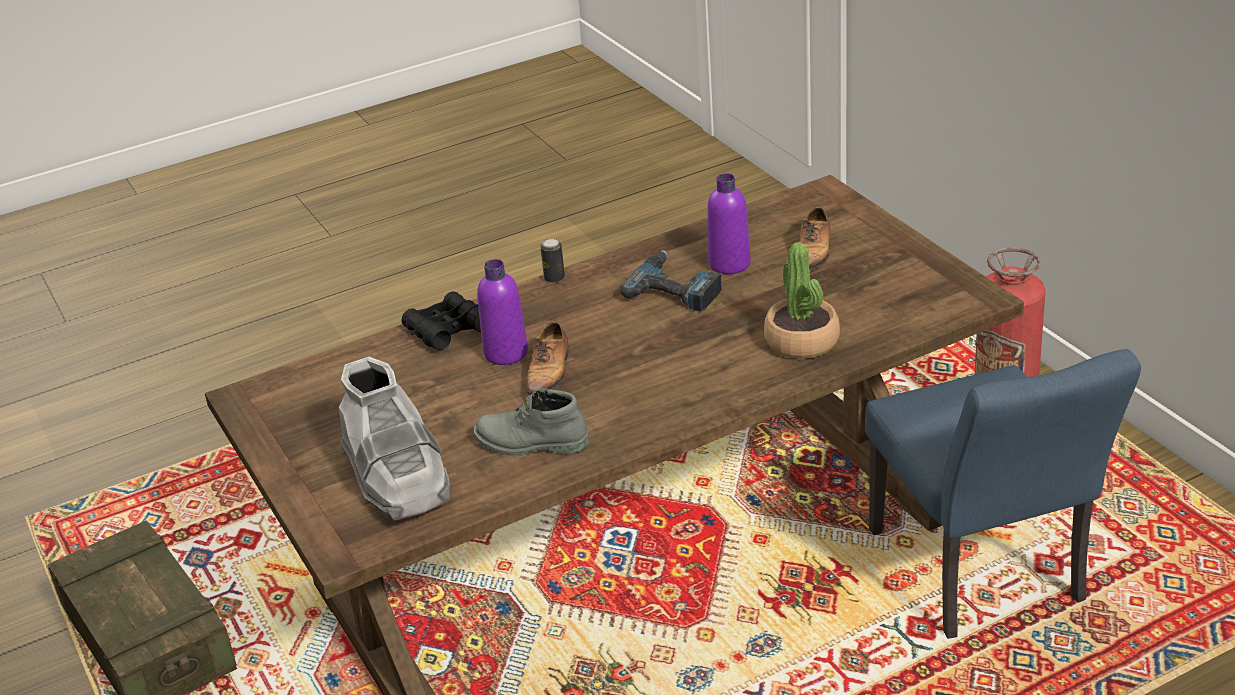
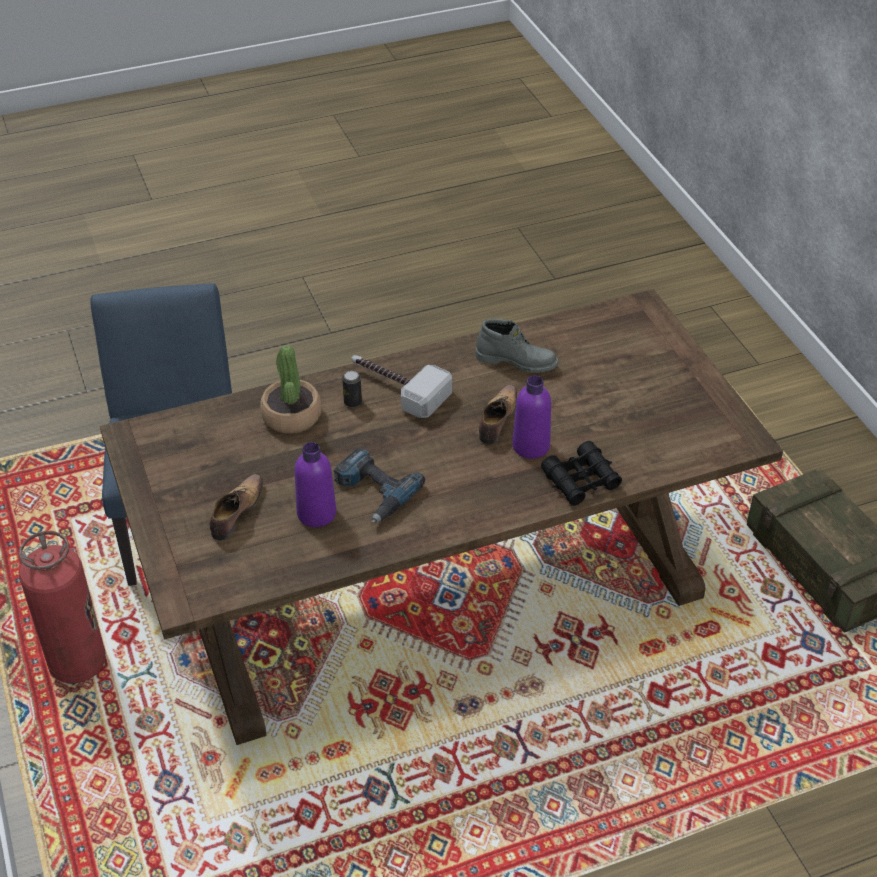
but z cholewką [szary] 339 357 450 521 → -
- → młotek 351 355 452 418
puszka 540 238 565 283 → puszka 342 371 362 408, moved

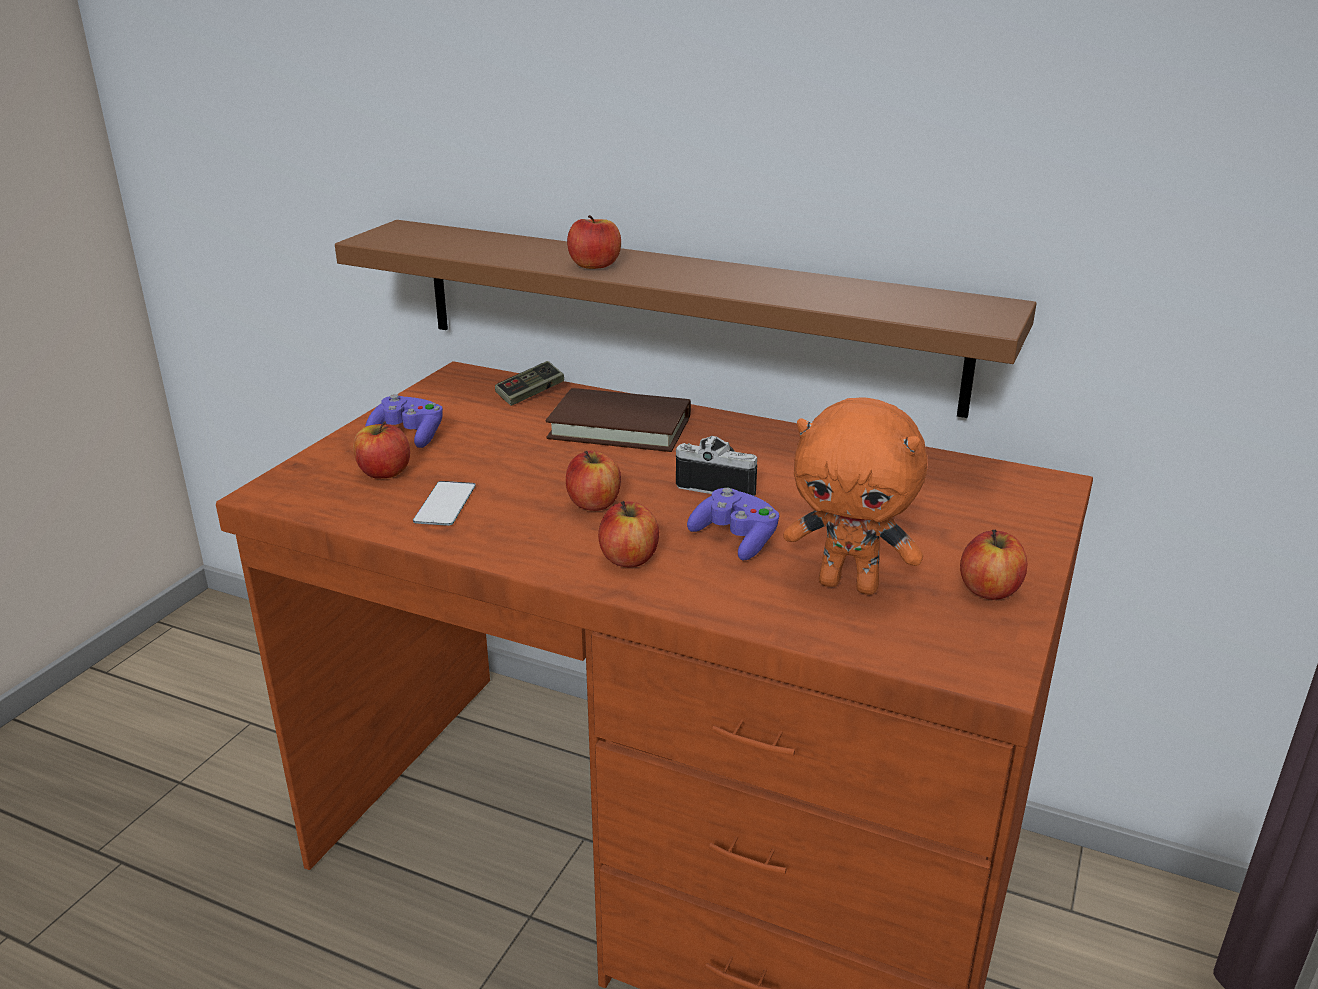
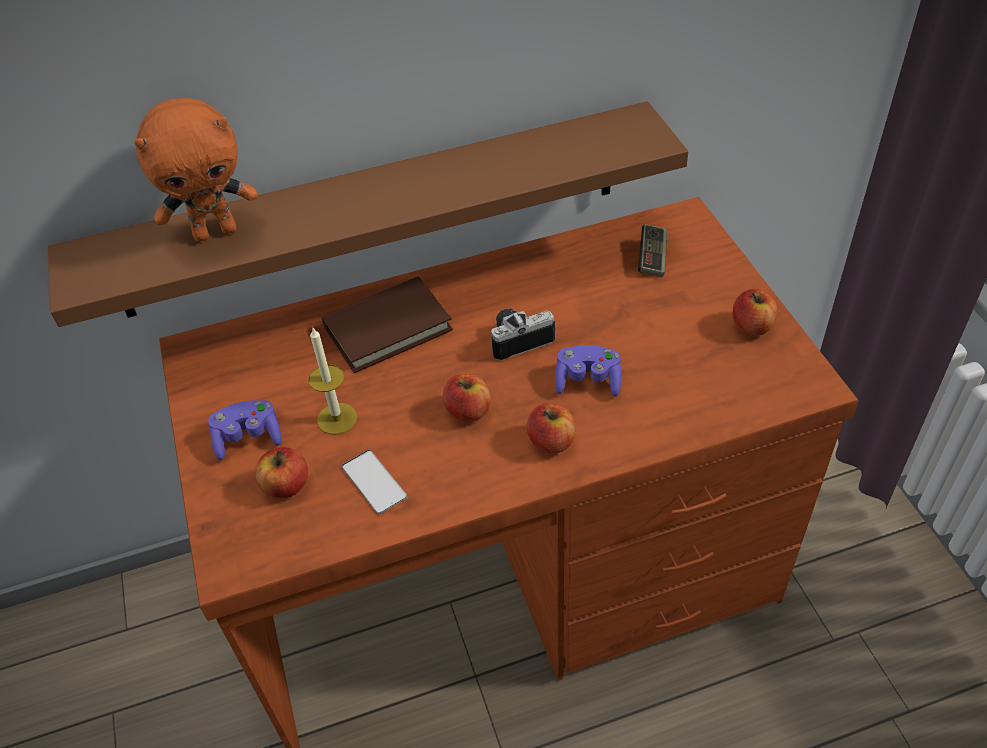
jabłko 567 215 621 269 → -
- → świeca 308 328 357 435
pad do gier 495 361 564 406 → pad do gier 638 224 667 277, moved
pluszak [pomarańczowy] 783 397 927 595 → pluszak [pomarańczowy] 134 98 257 242, moved

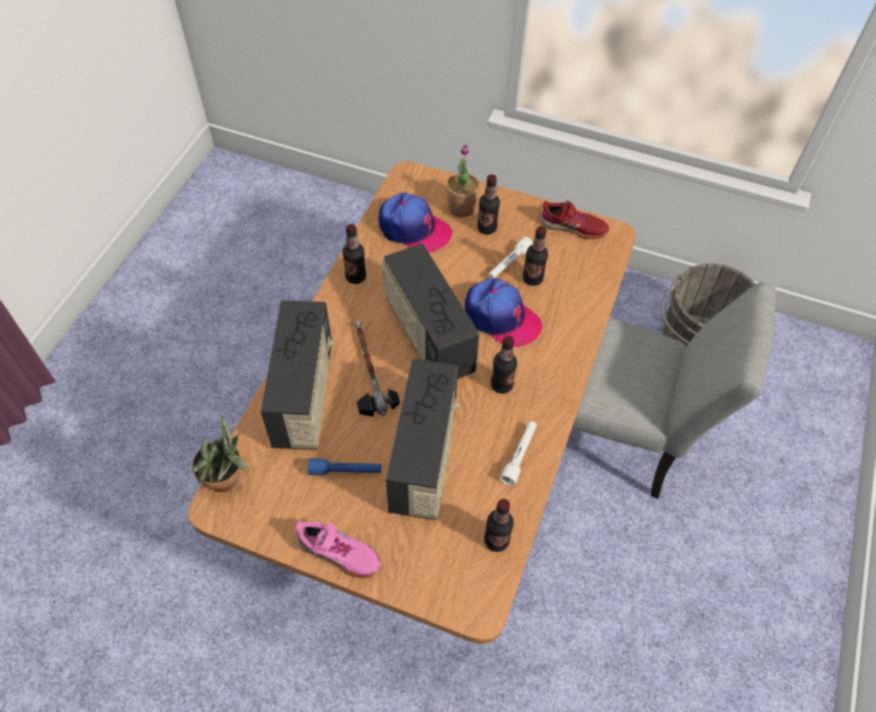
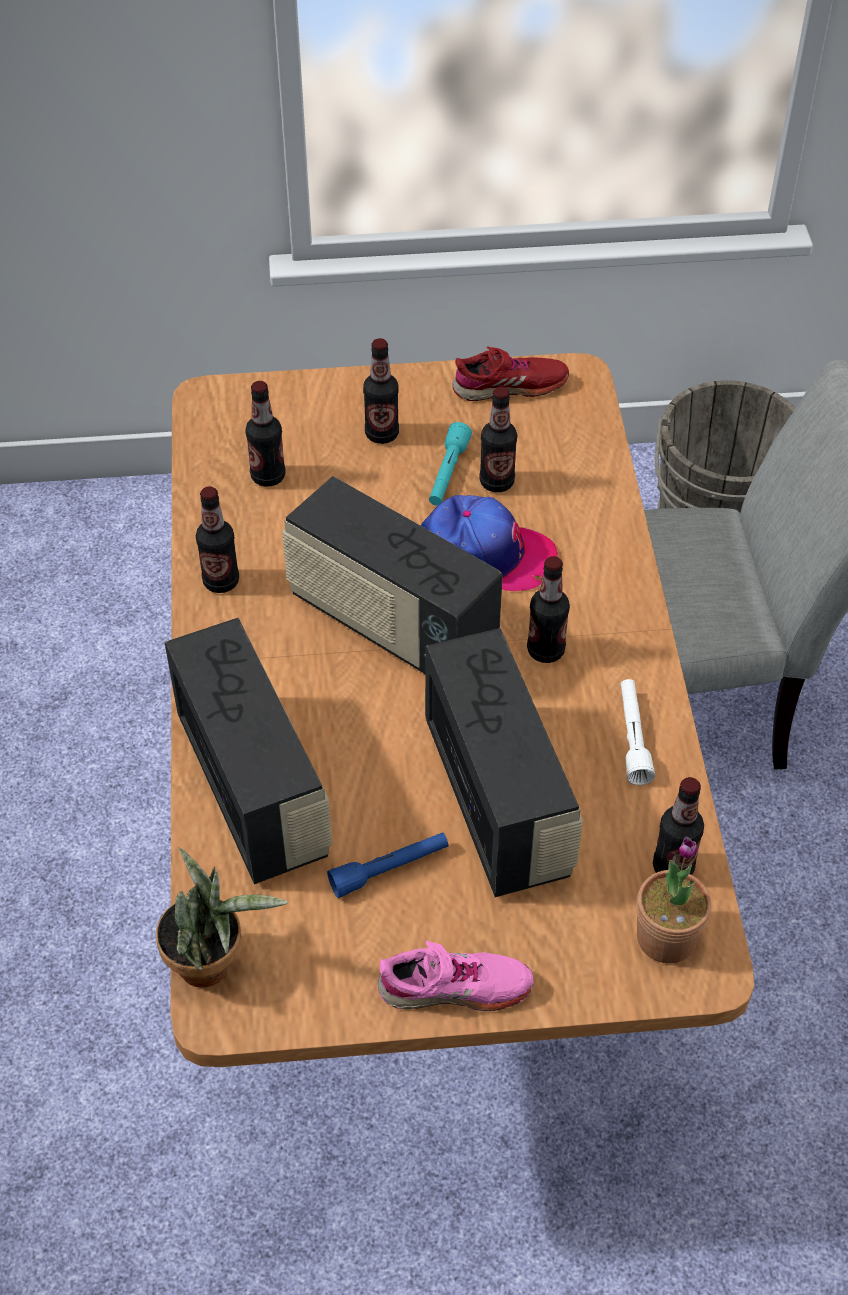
młotek 354 321 400 417 → -
roślina doniczkowa 446 144 480 217 → roślina doniczkowa 637 837 711 963, moved
czapka z daszkiem 379 193 452 252 → butelka 245 381 285 487
latarka [biały] 488 237 533 279 → latarka [turkusowy] 429 422 472 506

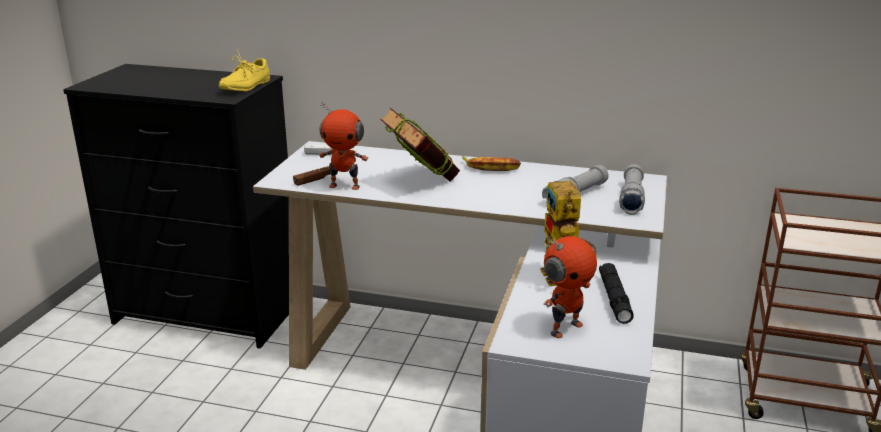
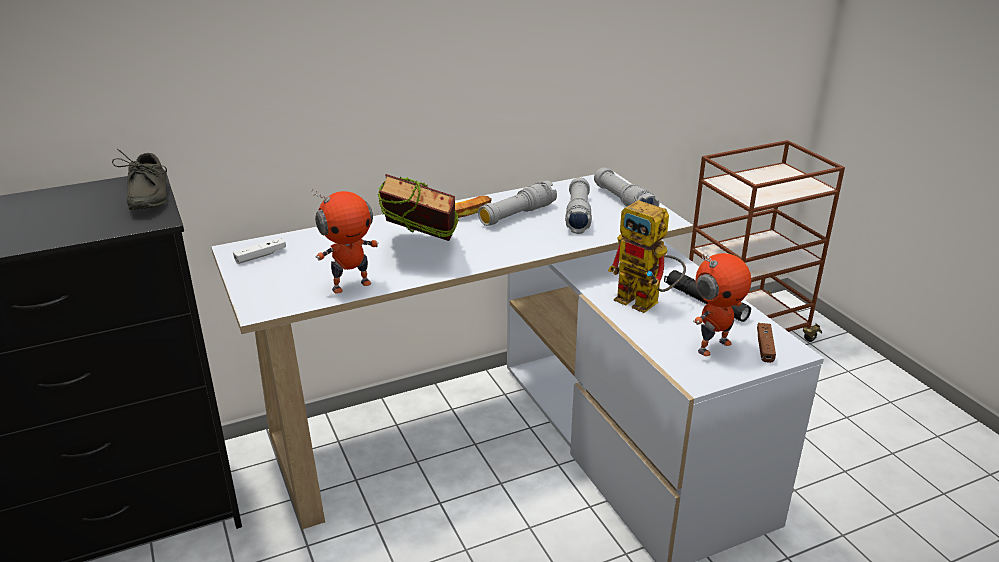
- → latarka [szary] 478 181 557 226
pad do gier [brązowy] 293 166 330 186 → pad do gier [brązowy] 757 323 776 363, moved
but [żółty] 219 50 270 91 → but [szary] 112 149 167 210
robot zabawkowy 544 236 597 338 → robot zabawkowy 693 253 751 356, 45 degrees clockwise

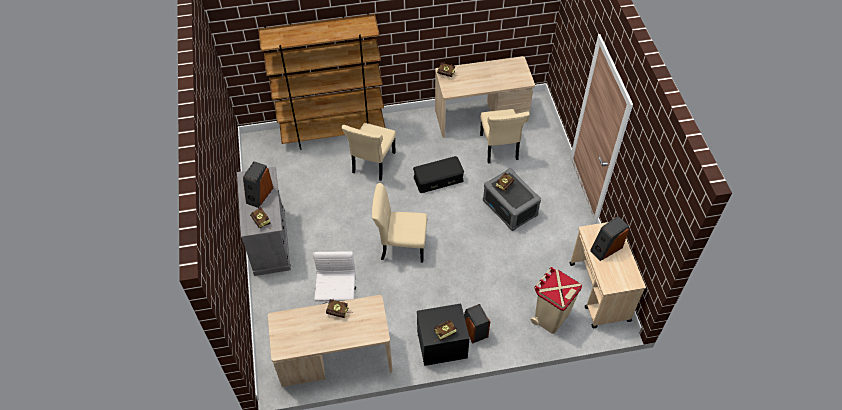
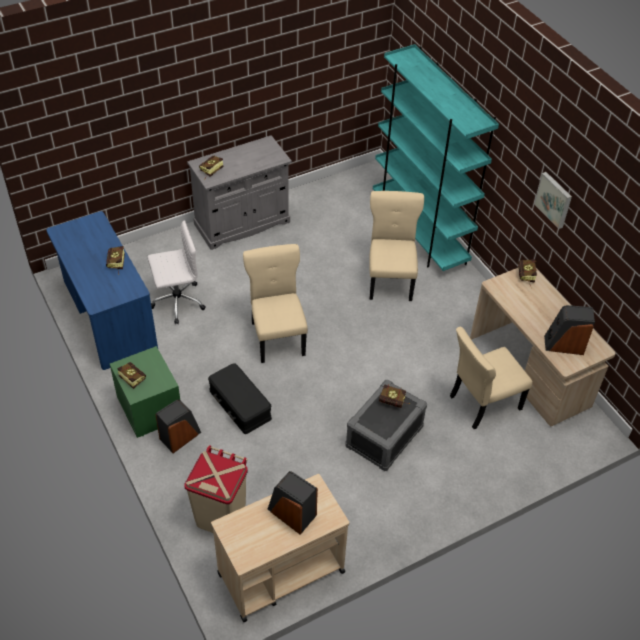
- → obraz 534 172 572 229
głośnik 243 161 273 208 → głośnik 544 305 595 355, moved
pojemnik do przechowywania [czarny] 413 156 464 193 → pojemnik do przechowywania [czarny] 208 363 272 434, moved
regał [brązowy] 258 13 385 150 → regał [turkusowy] 373 44 499 271
biurko [beżowy] 268 295 392 387 → biurko [niebieski] 46 211 158 370
szafka nocna [czarny] 417 303 470 366 → szafka nocna [zielony] 110 346 180 438
krzesło [beżowy] 342 123 396 181 → krzesło [beżowy] 369 191 424 301, 90 degrees clockwise

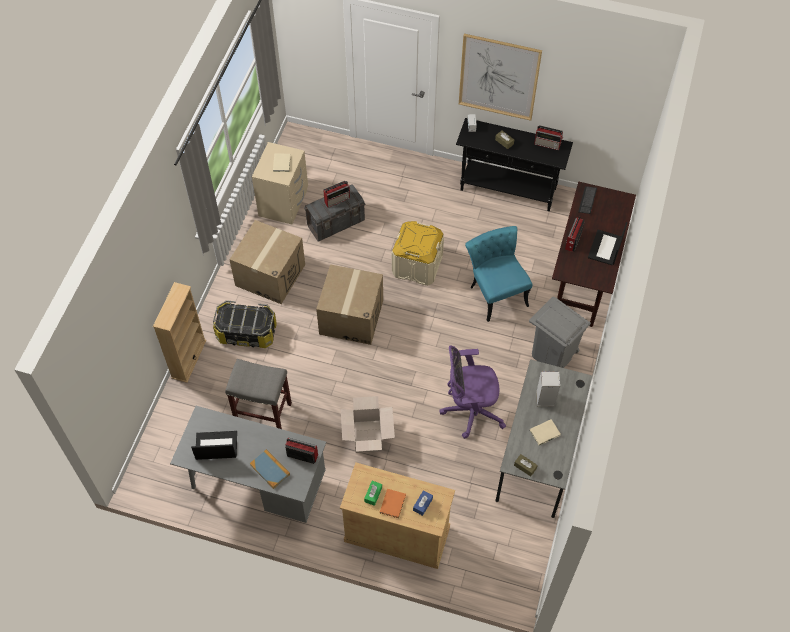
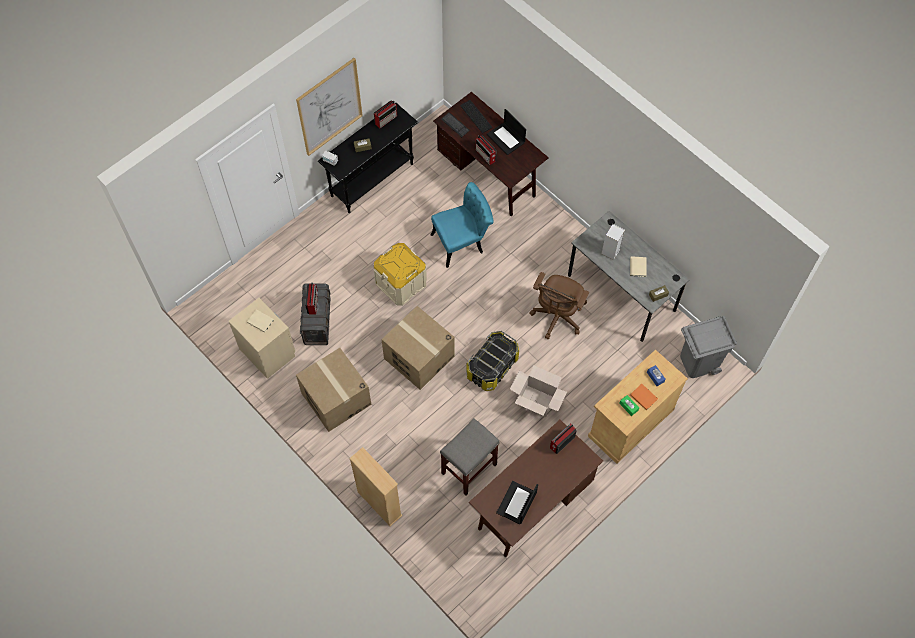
książka 250 450 290 489 → -
- → klawiatura 460 100 492 133
pojemnik do przechowywania 213 300 277 348 → pojemnik do przechowywania 466 331 519 391, moved
kosz na śmieci [szary] 529 297 591 368 → kosz na śmieci [szary] 680 316 737 378, moved
biurko [szary] 170 406 326 523 → biurko [brązowy] 469 420 603 557
krzesło biurowe [fioletowy] 439 346 506 439 → krzesło biurowe [brązowy] 529 272 589 339
krzesło [turkusowy] 465 226 532 322 → krzesło [turkusowy] 430 182 494 268, 150 degrees clockwise

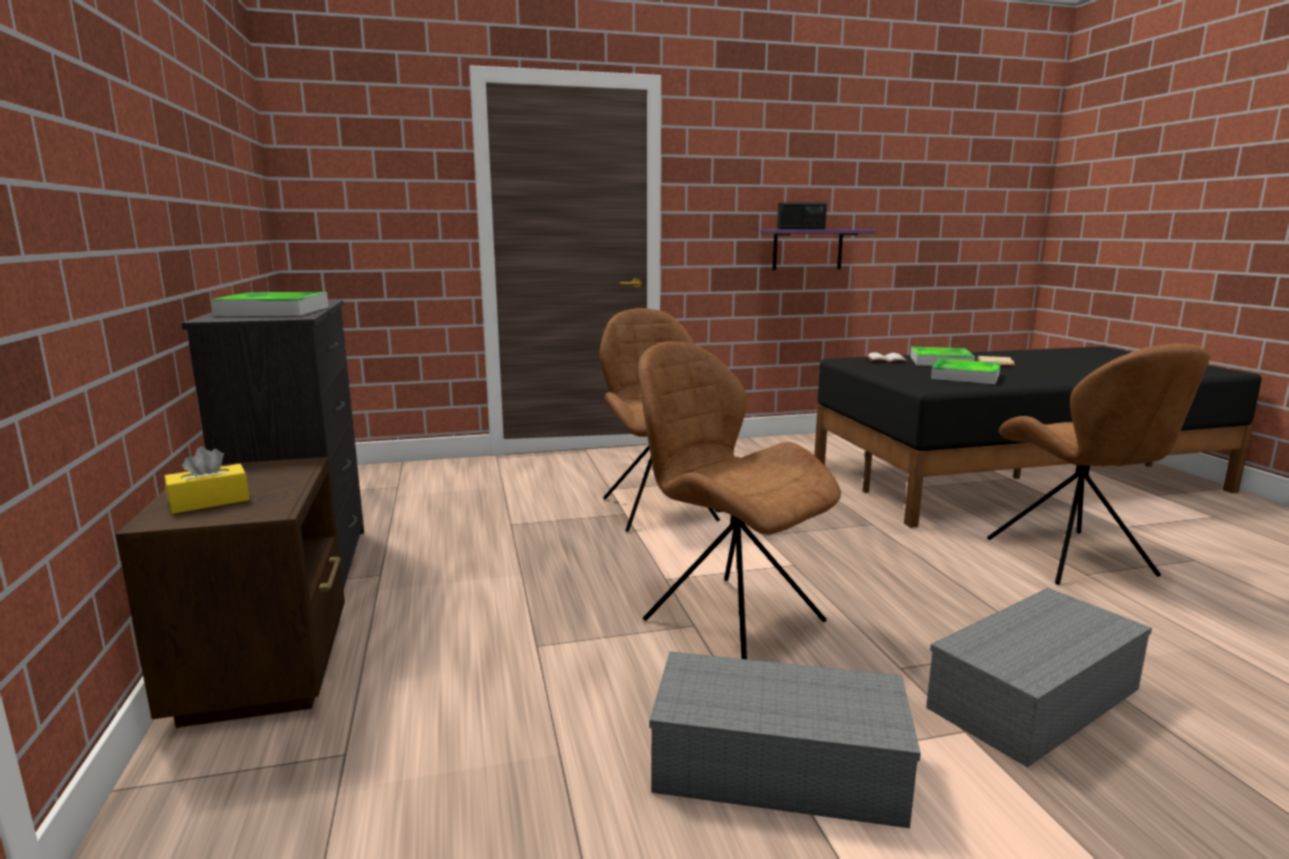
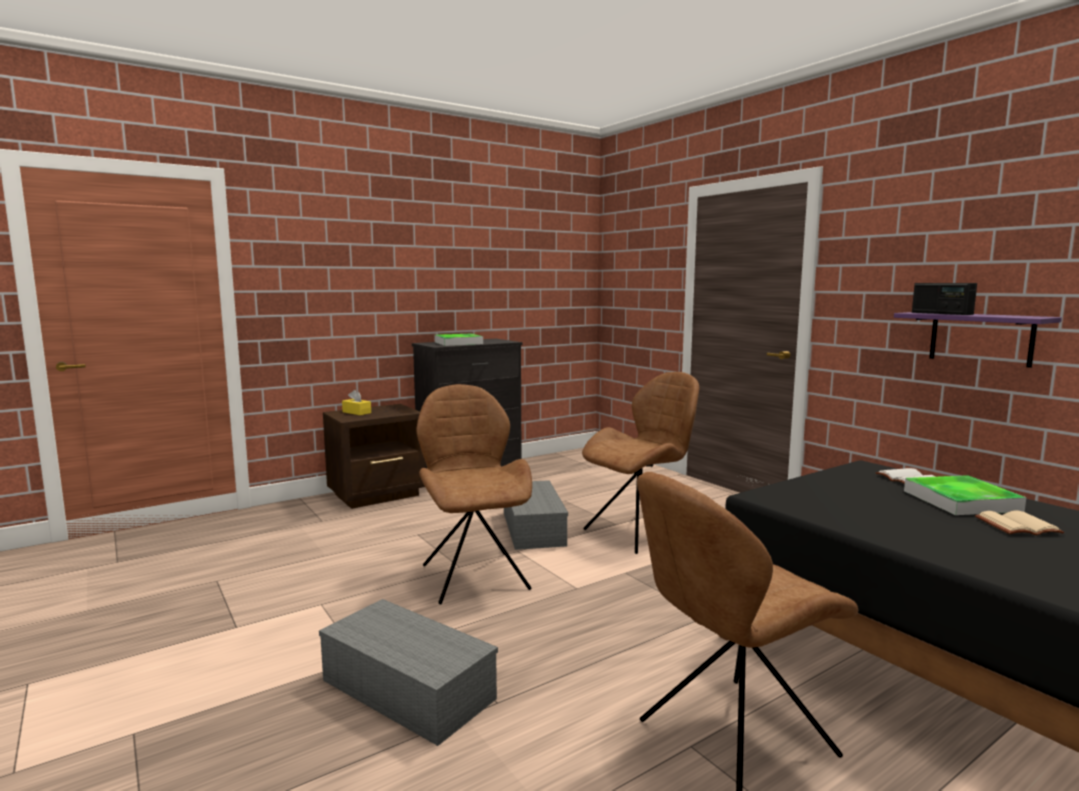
taca 931 358 1001 384 → -
pojemnik do przechowywania [szary] 649 651 921 828 → pojemnik do przechowywania [szary] 504 480 568 550, moved
krzesło [brązowy] 638 341 841 659 → krzesło [brązowy] 417 384 532 604, 45 degrees counterclockwise

